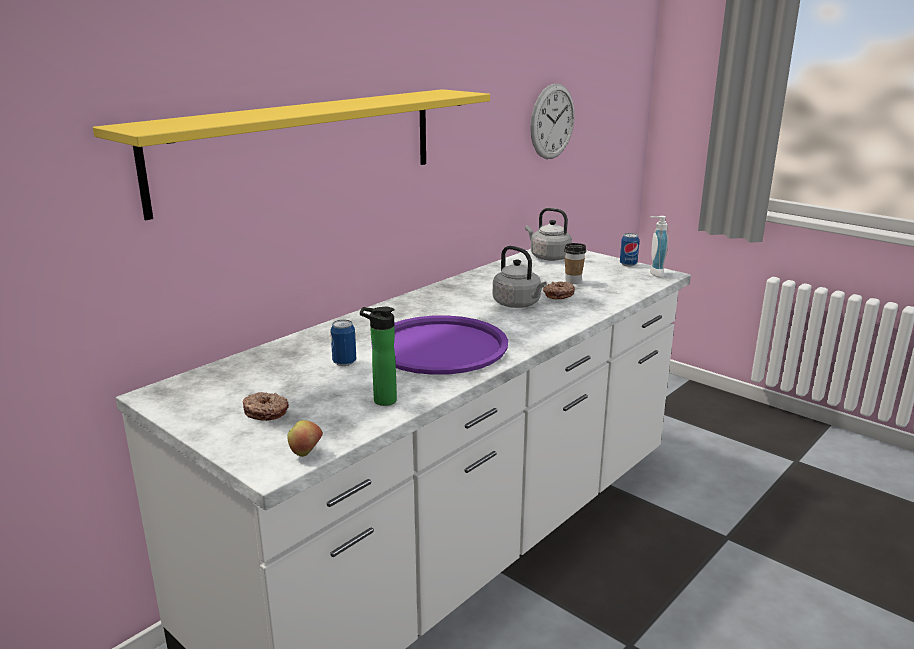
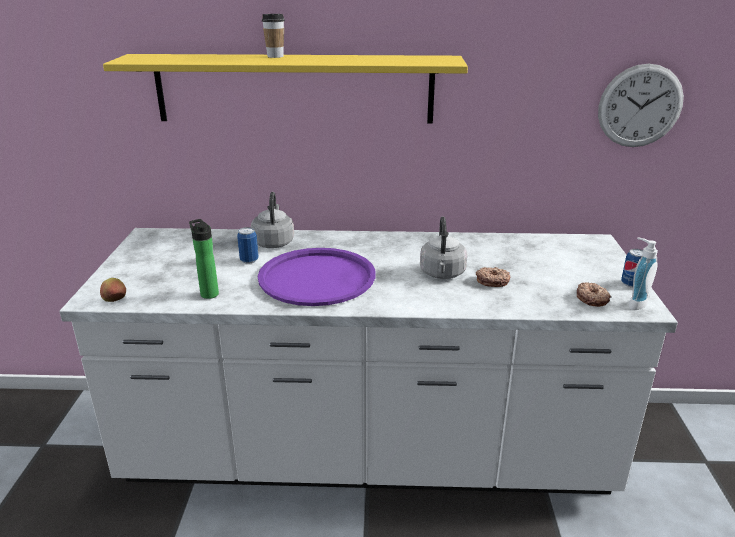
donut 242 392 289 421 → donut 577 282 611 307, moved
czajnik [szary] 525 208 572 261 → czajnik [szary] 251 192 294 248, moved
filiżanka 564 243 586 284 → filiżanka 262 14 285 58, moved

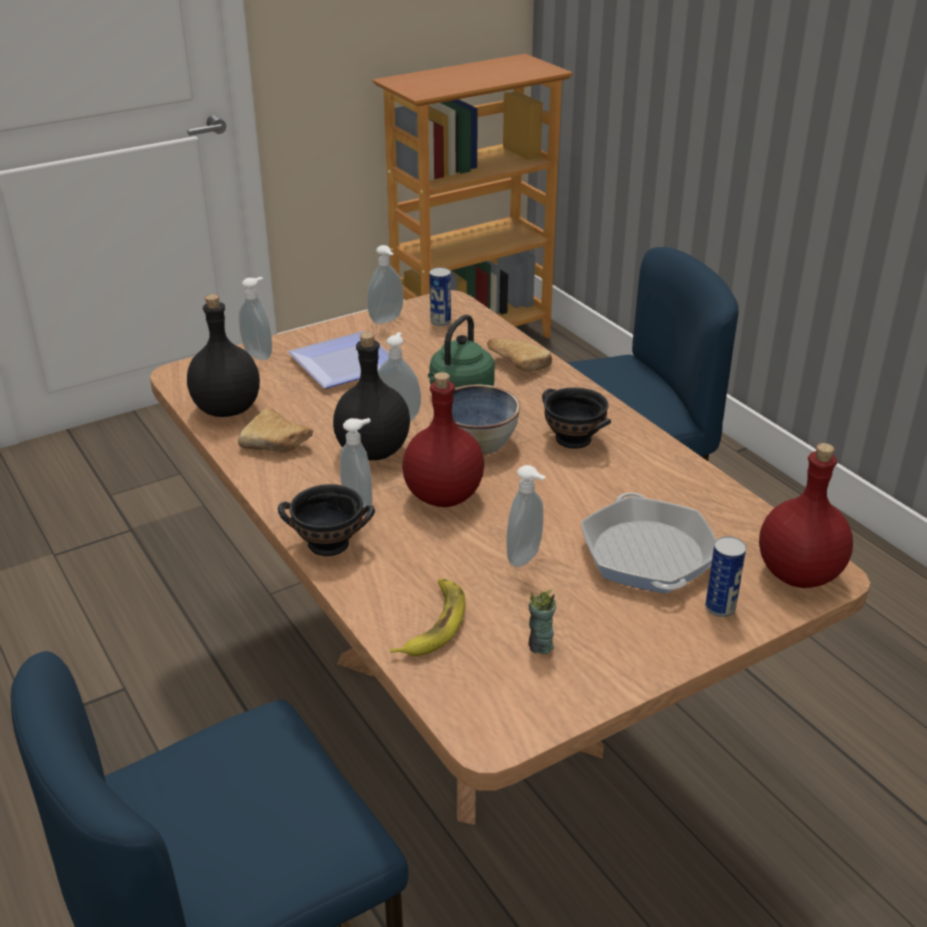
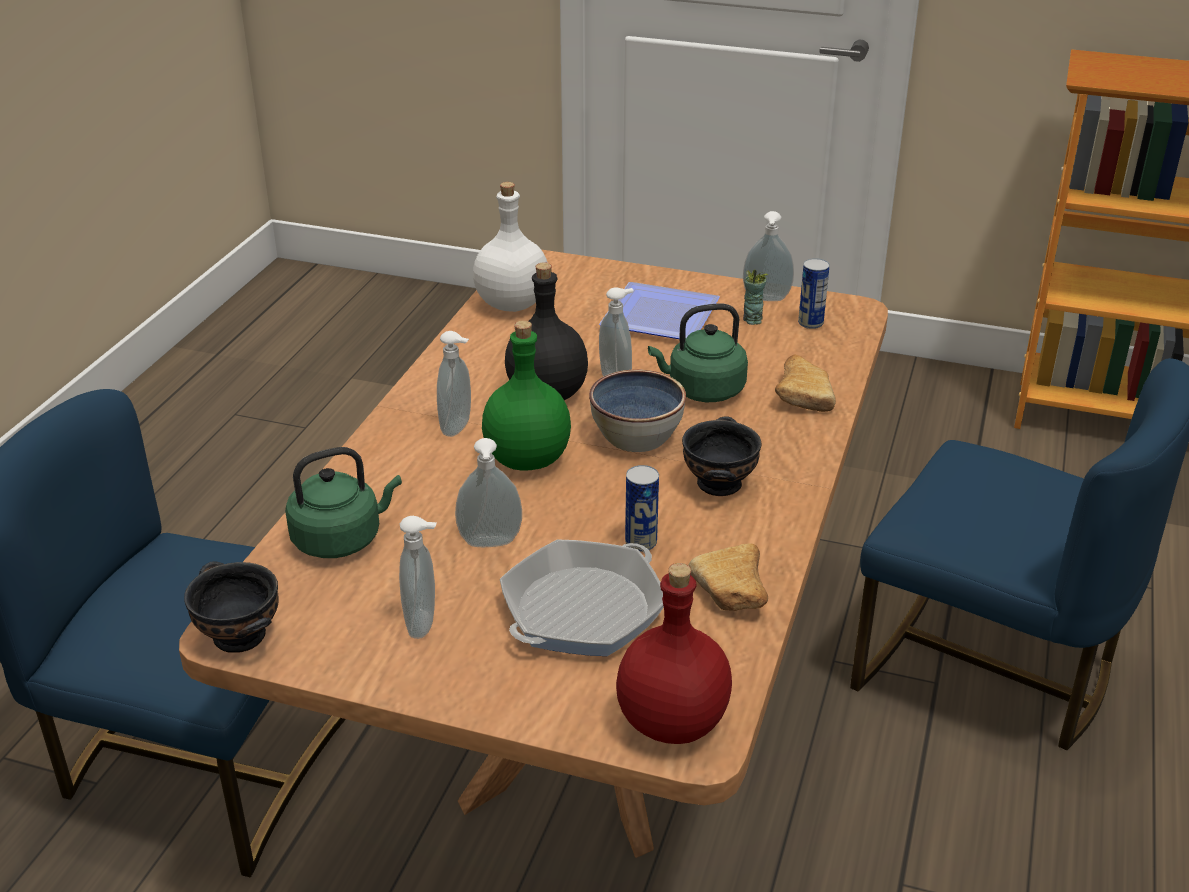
chleb 238 408 313 453 → chleb 688 543 768 611, moved
dozownik mydła 239 277 272 360 → dozownik mydła 399 516 437 639, moved
miska [czarny] 278 484 375 556 → miska [czarny] 184 561 279 653, moved
filiżanka 529 590 556 654 → filiżanka 743 269 768 325, moved
puszka 705 537 746 617 → puszka 625 465 659 552, moved
banan 390 578 465 656 → czajnik [zielony] 285 447 402 558
butelka [czarny] 187 294 260 417 → butelka [biały] 473 182 547 312
butelka [czerwony] 402 372 484 507 → butelka [zielony] 482 320 571 470

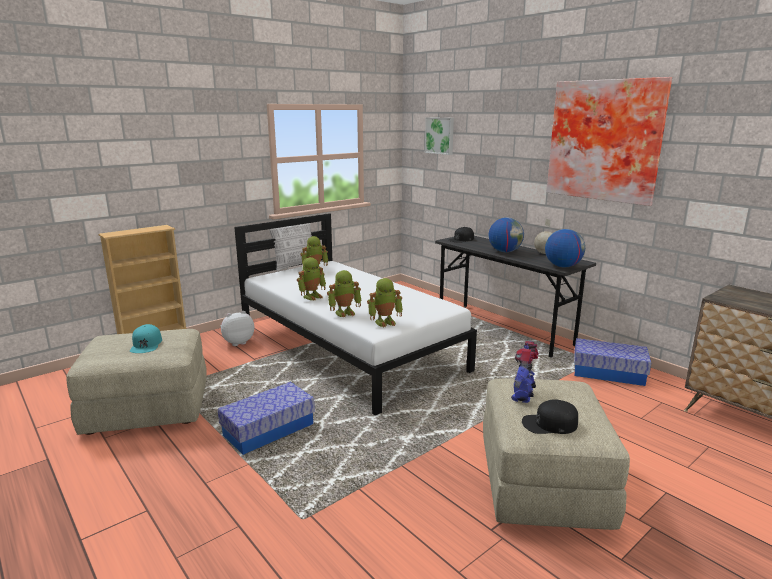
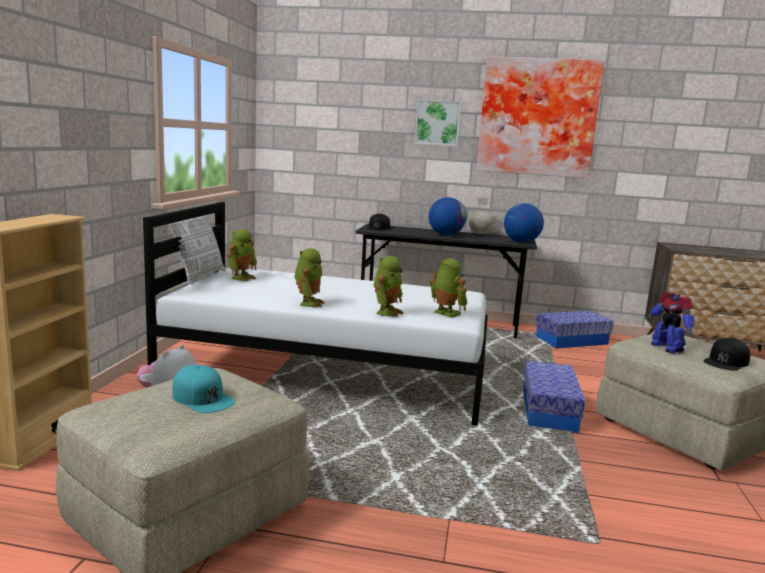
pojemnik do przechowywania 218 382 315 455 → pojemnik do przechowywania 523 361 585 433, moved
obraz 425 117 454 155 → obraz 415 99 461 146, moved
robot zabawkowy 367 278 403 327 → robot zabawkowy 430 258 468 318, 75 degrees counterclockwise

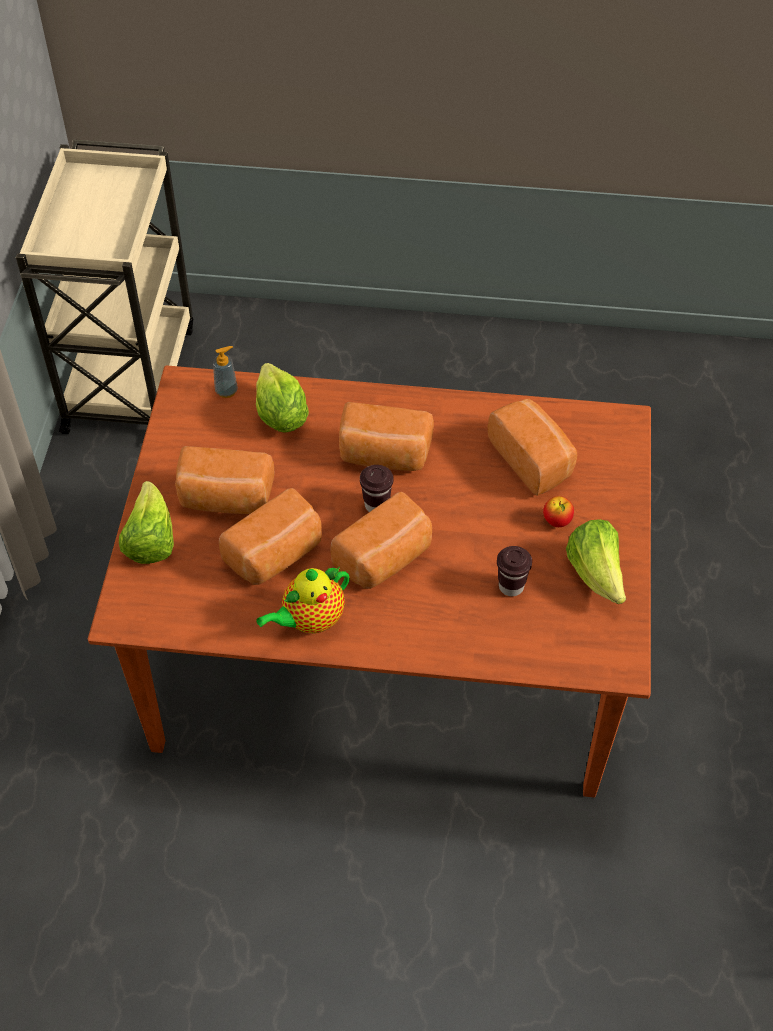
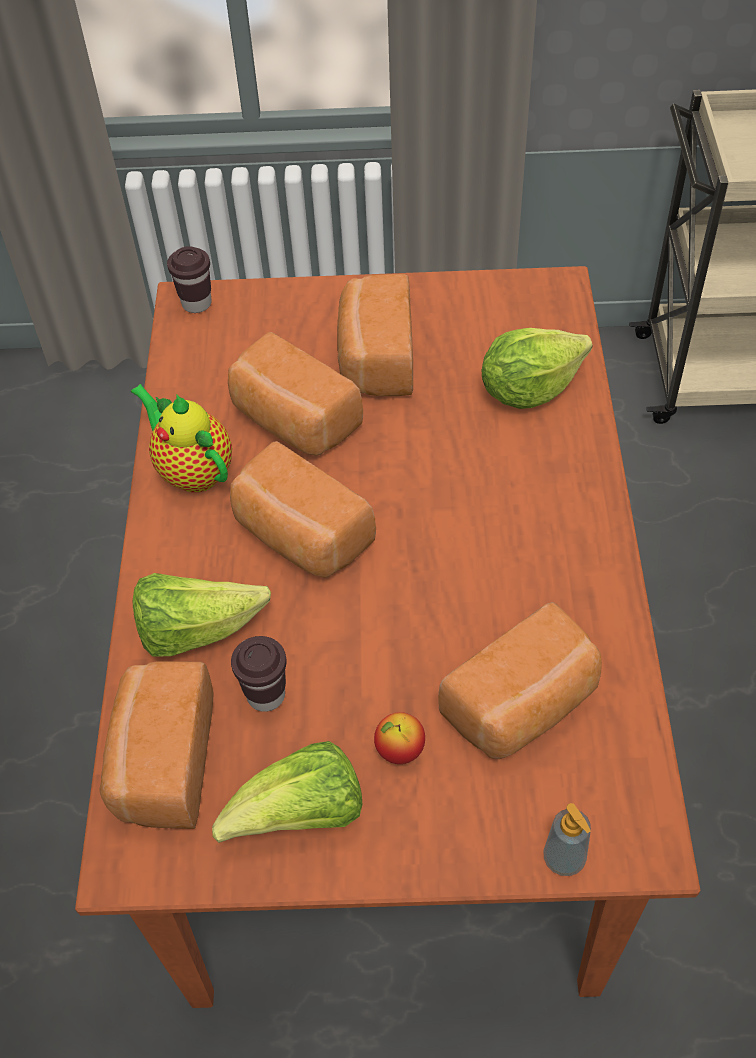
sałata 119 481 174 564 → sałata 133 573 271 656, moved
dozownik mydła 213 346 238 398 → dozownik mydła 544 803 591 876, moved
chleb 339 402 434 471 → chleb 99 662 214 829, moved
filiżanka [brązowy] 360 465 393 512 → filiżanka [brązowy] 167 246 212 313, moved

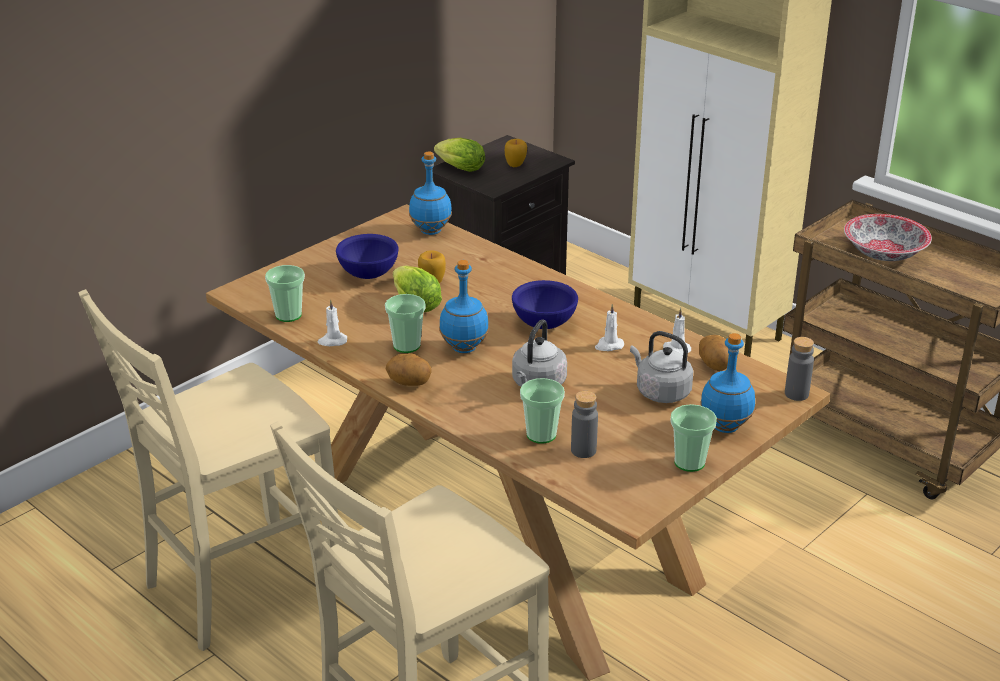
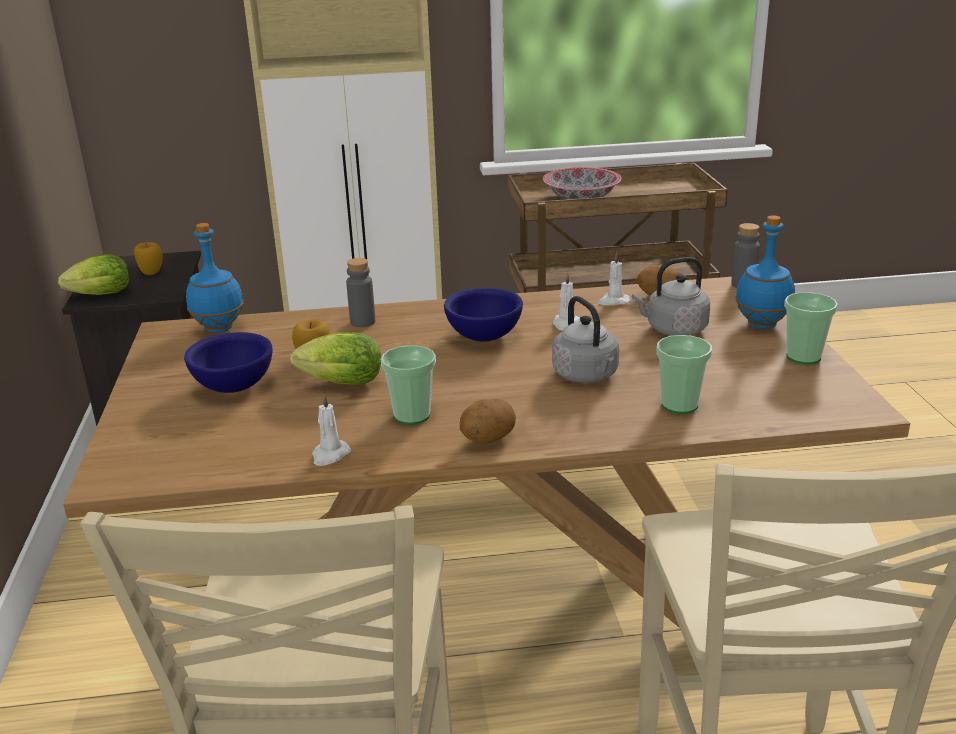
filiżanka 265 265 305 322 → -
butelka [niebieski] 439 260 489 353 → -
butelka [szary] 571 391 598 458 → butelka [szary] 346 258 375 327, moved

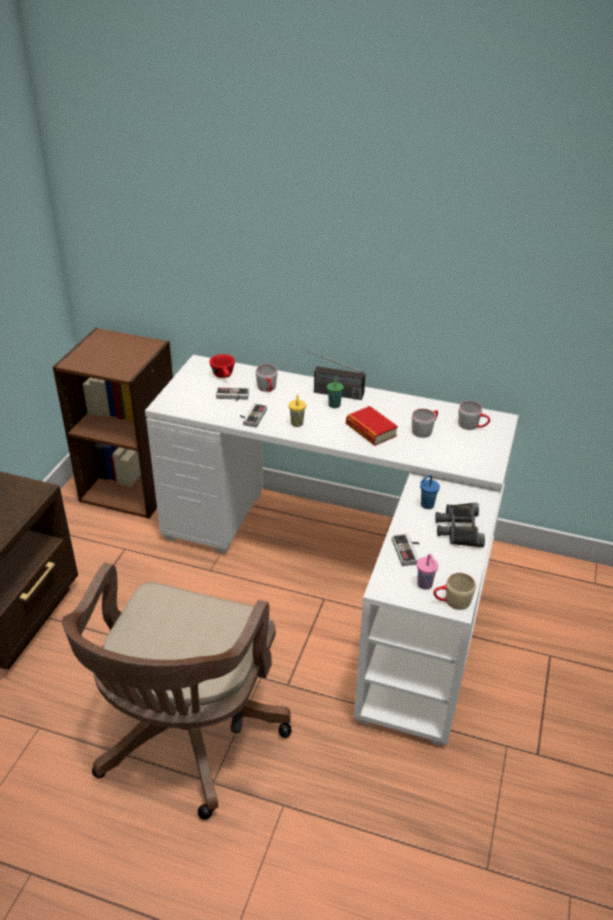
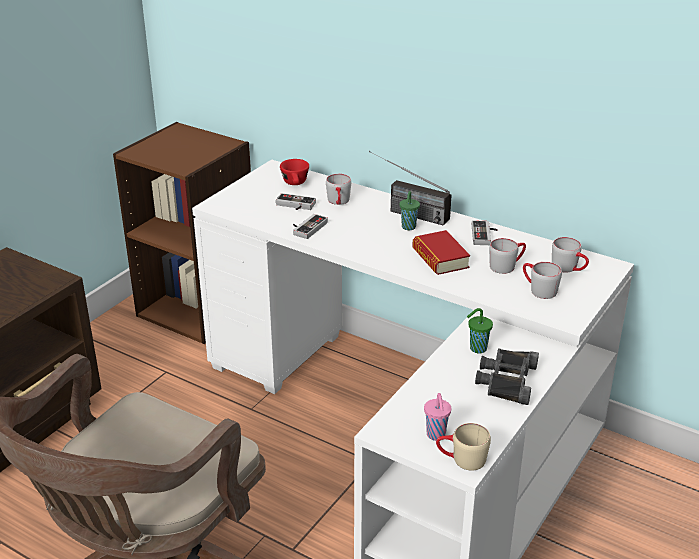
filiżanka [żółty] 289 395 306 427 → -
- → kubek [szary] 523 262 562 299
pad do gier 392 534 419 566 → pad do gier 472 220 498 245, moved
filiżanka [niebieski] 420 475 440 509 → filiżanka [zielony] 467 308 493 353

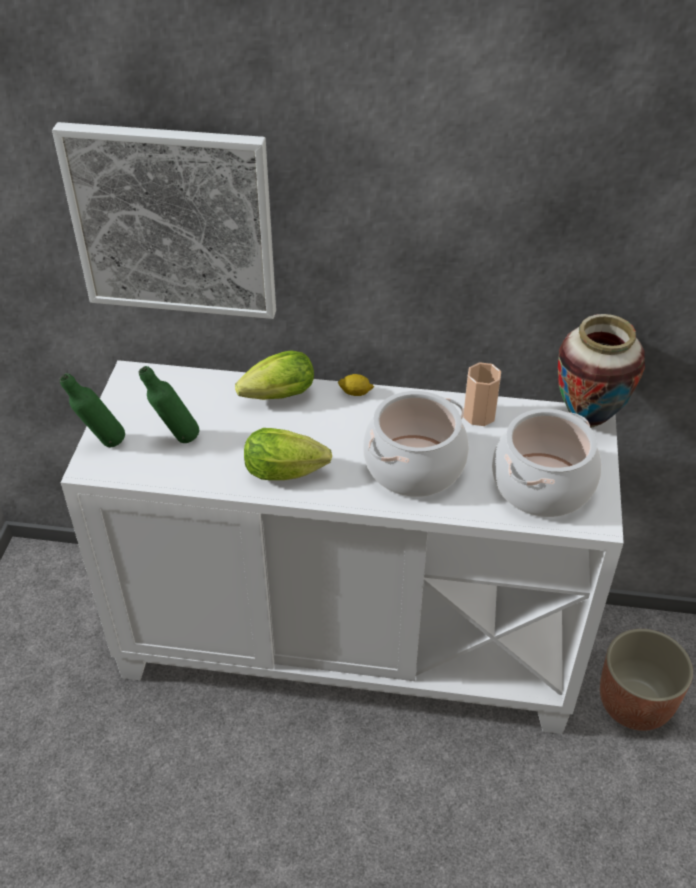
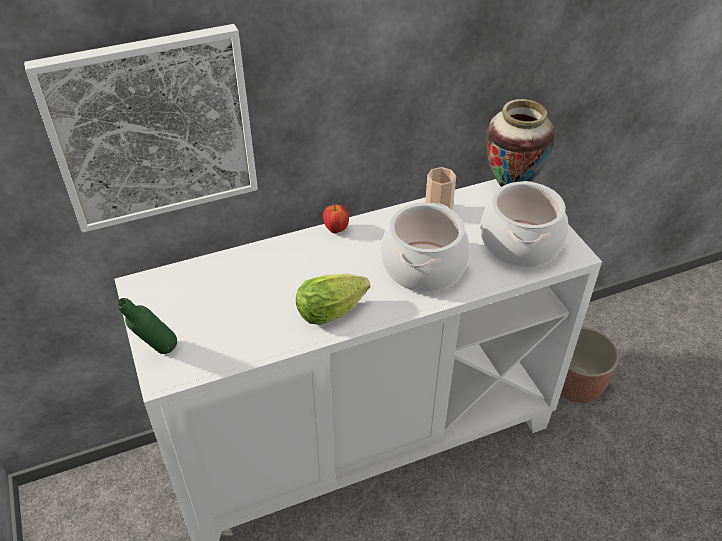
butelka [zielony] 139 366 199 443 → -
sałata 235 350 314 400 → -
cytryna 338 374 374 396 → jabłko 323 204 349 234

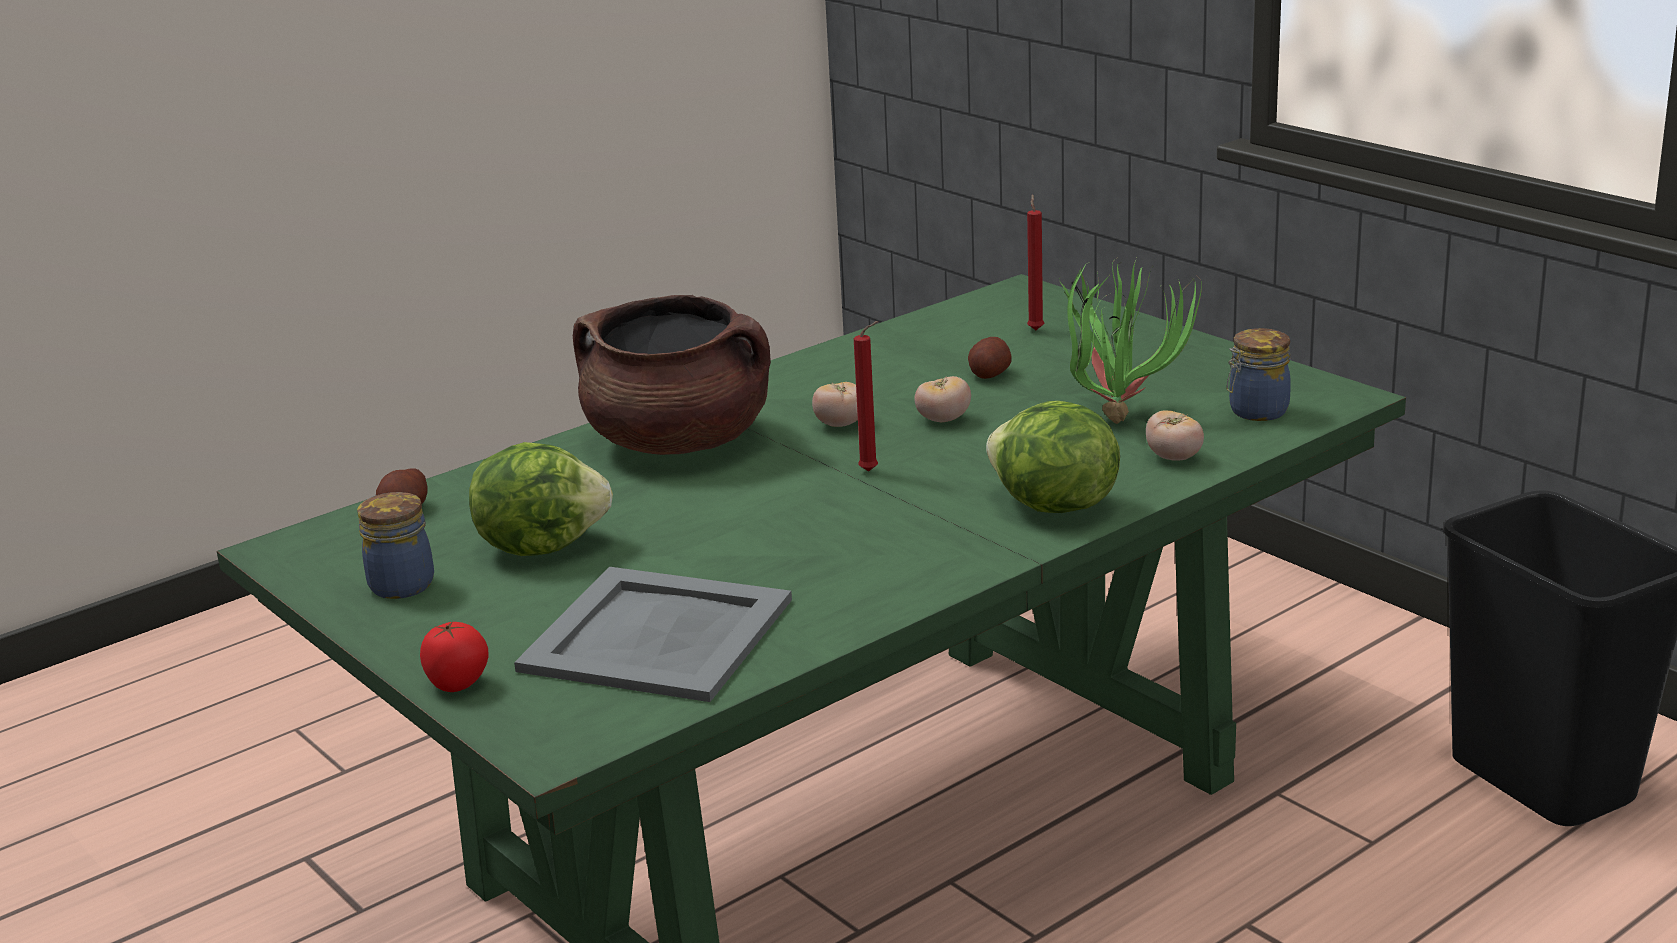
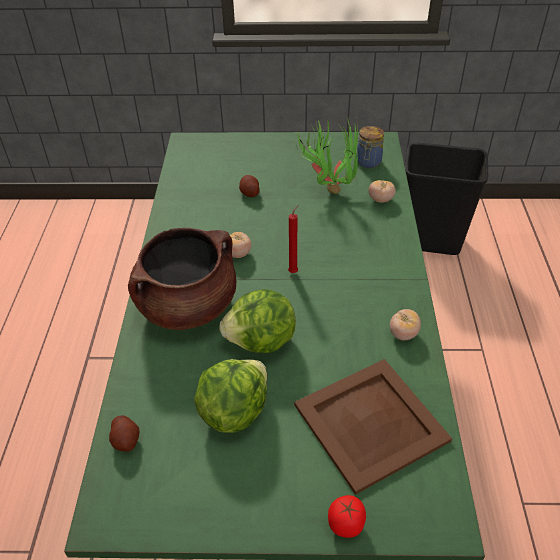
słoik 357 492 434 599 → -
świeca [czerwony] 1027 194 1044 330 → -
pomidor 914 376 971 422 → pomidor 390 309 421 340, moved
sałata 986 401 1120 513 → sałata 219 289 296 353, moved
taca [szary] 514 567 792 702 → taca [brązowy] 294 359 452 495

